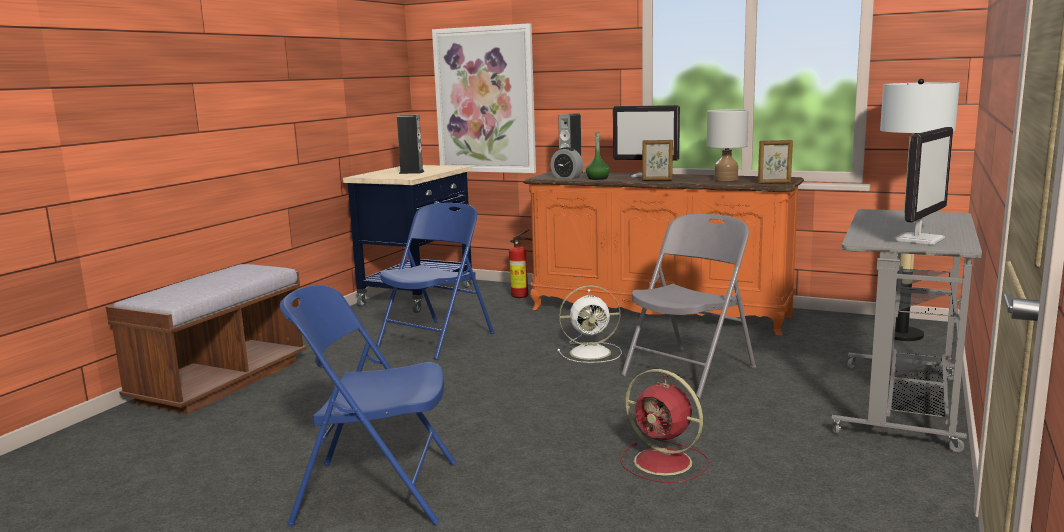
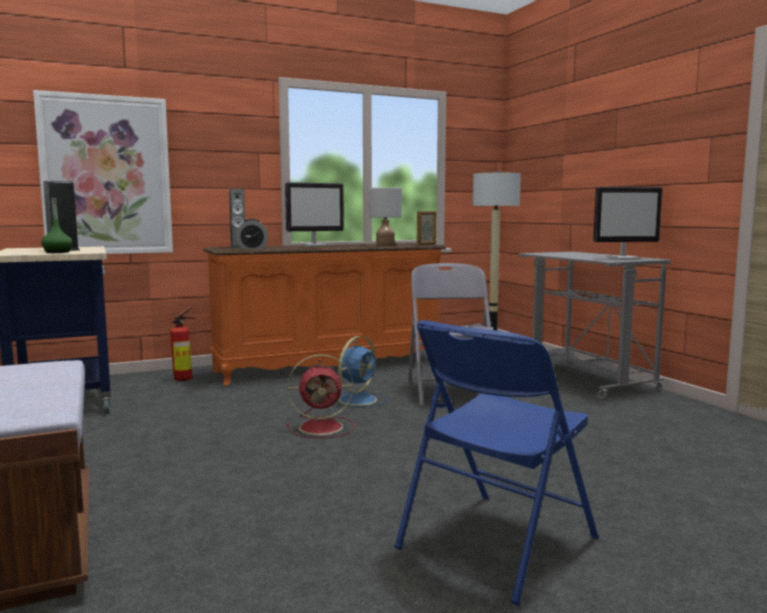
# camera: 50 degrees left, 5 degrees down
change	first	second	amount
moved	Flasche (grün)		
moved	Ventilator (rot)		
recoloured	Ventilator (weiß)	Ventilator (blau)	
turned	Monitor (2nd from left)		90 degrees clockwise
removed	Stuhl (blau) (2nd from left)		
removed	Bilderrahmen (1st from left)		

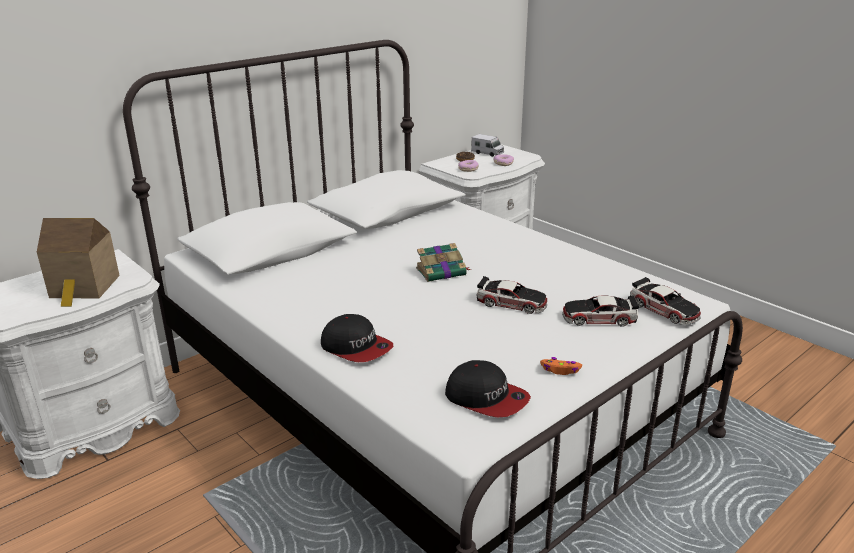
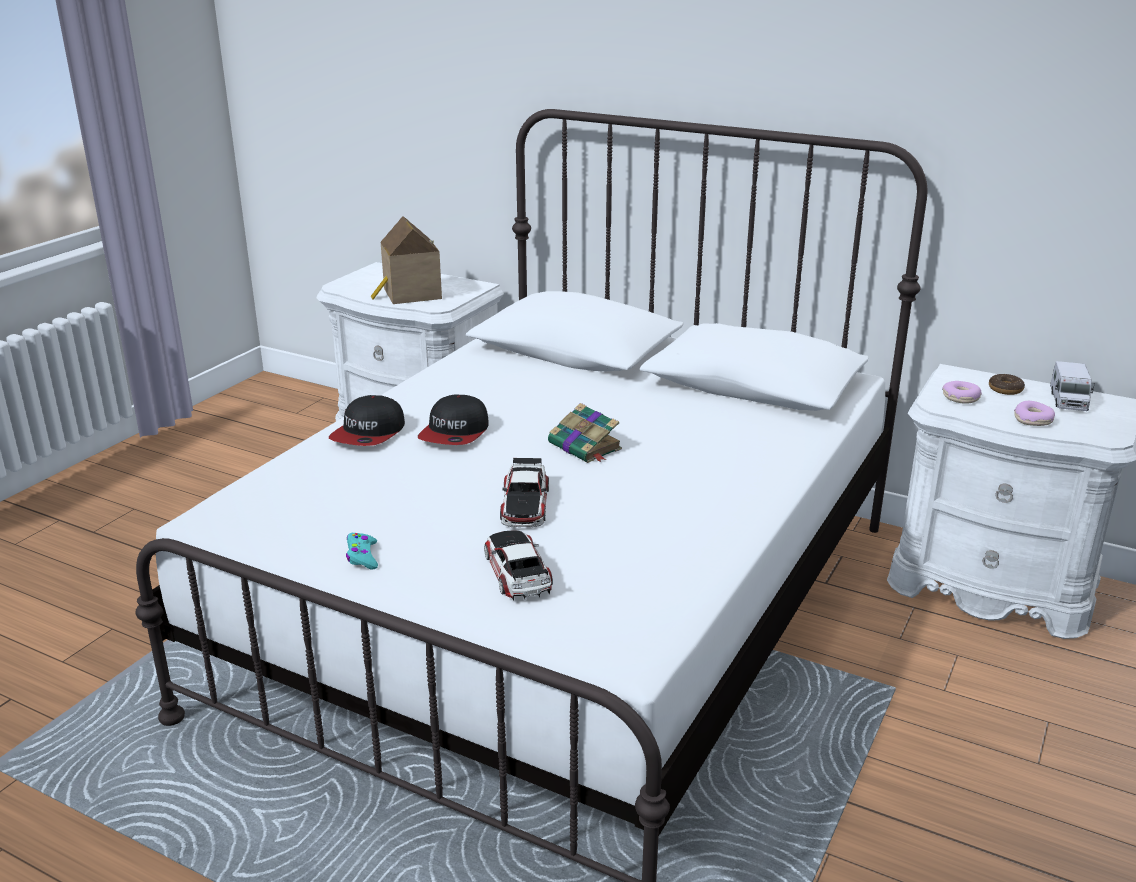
# camera: 70 degrees right, 0 degrees up
change	first	second	amount
recoloured	Gamepad (orange)	Gamepad (türkis)	
moved	Kappe (2nd from left)		
removed	Spielzeugauto (3rd from left)		

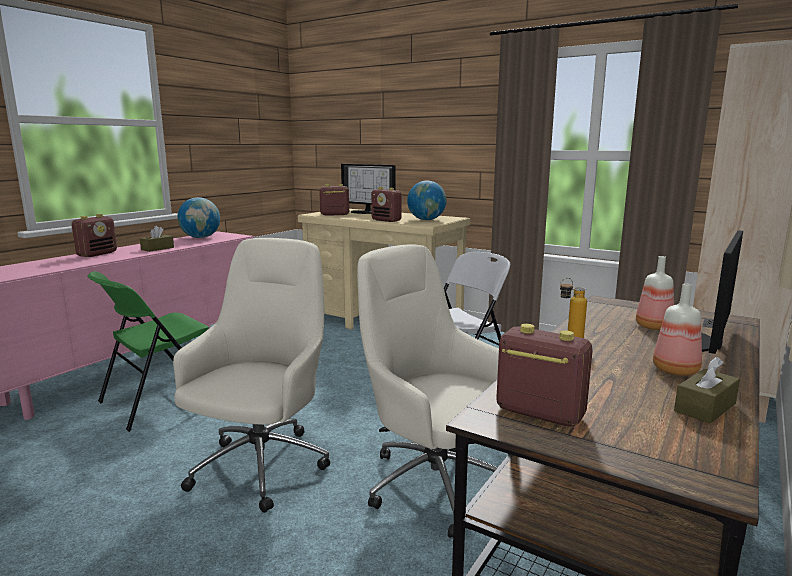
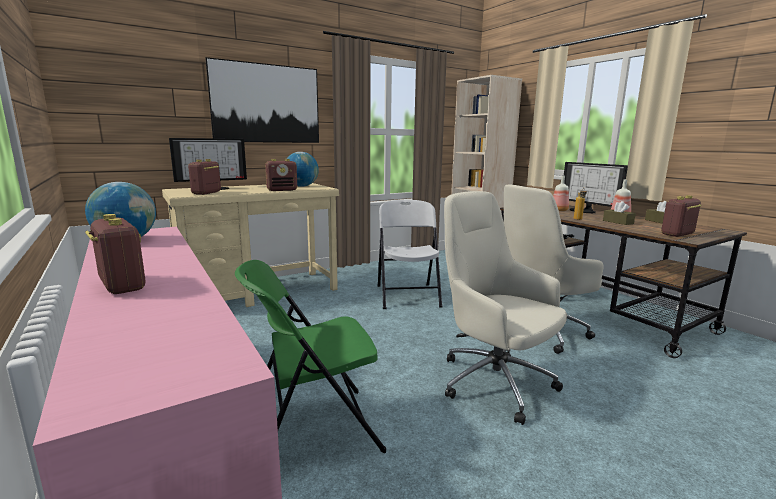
# camera: 65 degrees left, 0 degrees up
change	first	second	amount
added		Bild	
turned	Stuhl (grün)		90 degrees clockwise
moved	Taschentuchbox (braun) (1st from left)		

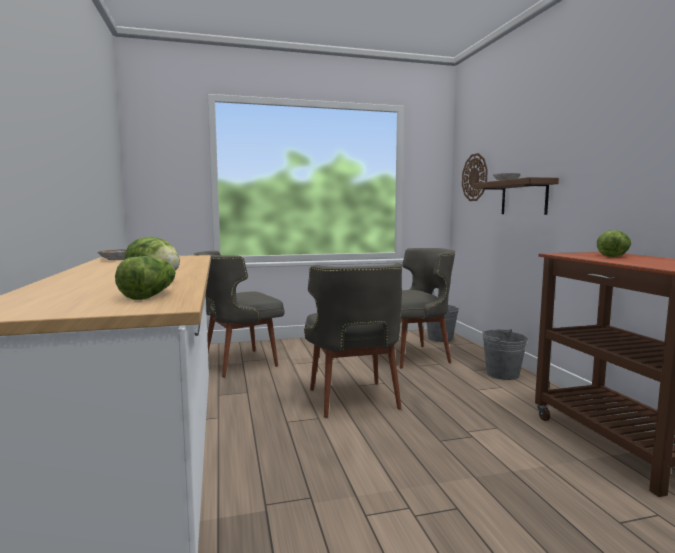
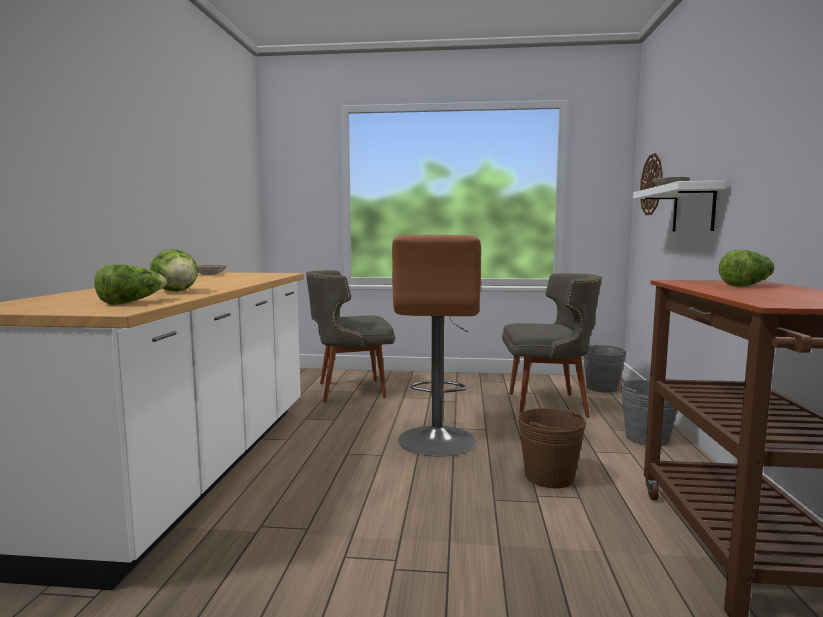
# camera: 20 degrees right, 0 degrees up
change	first	second	amount
replaced	Stuhl (grau) (2nd from left)	Hocker (braun)	
added		Eimer (braun)	
recoloured	Wandregal (braun)	Wandregal (weiß)	

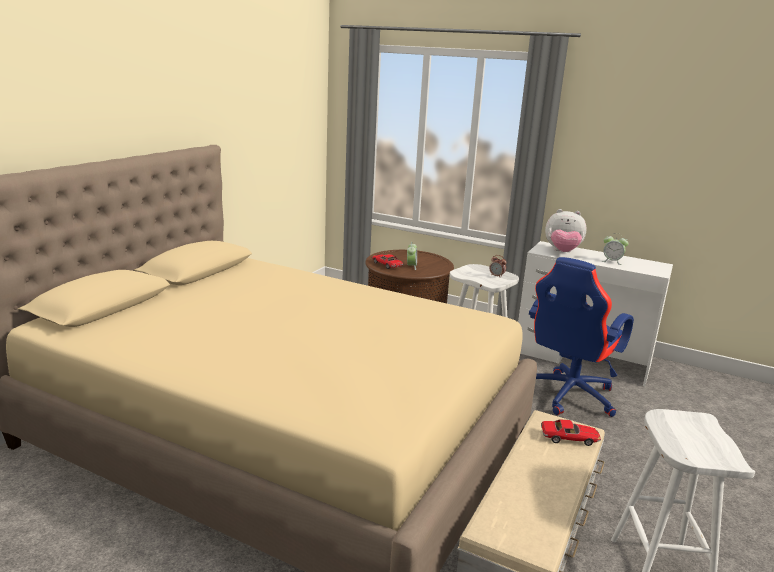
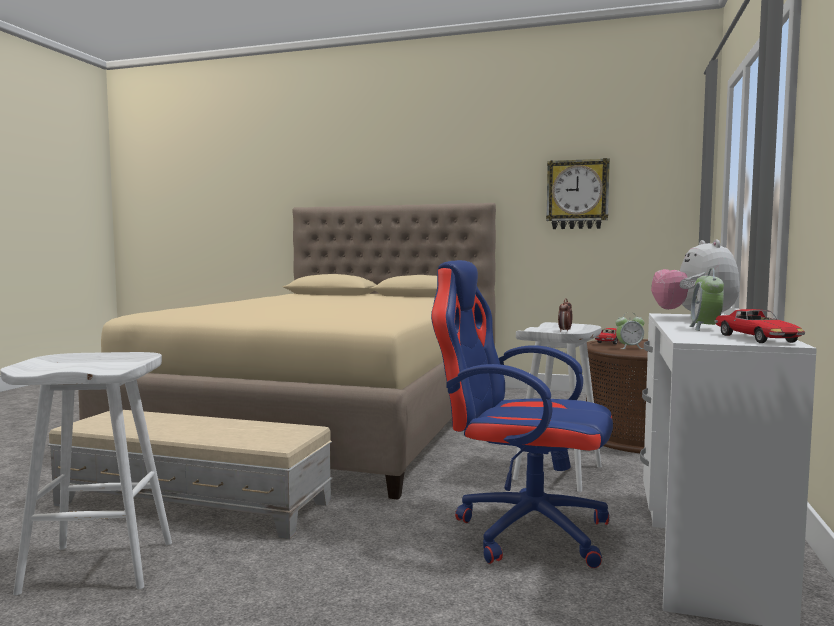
# camera: 80 degrees right, 15 degrees down
change	first	second	amount
added		Wanduhr	
moved	Spielzeugauto (2nd from left)		

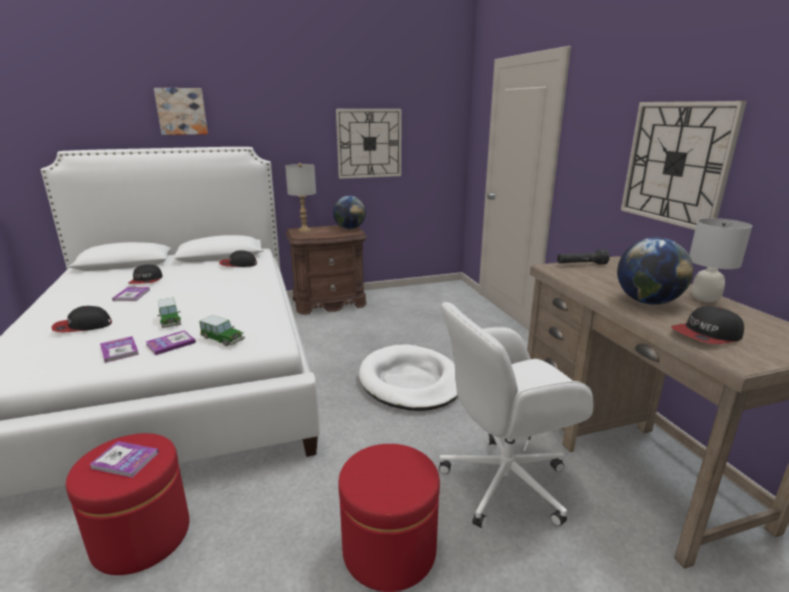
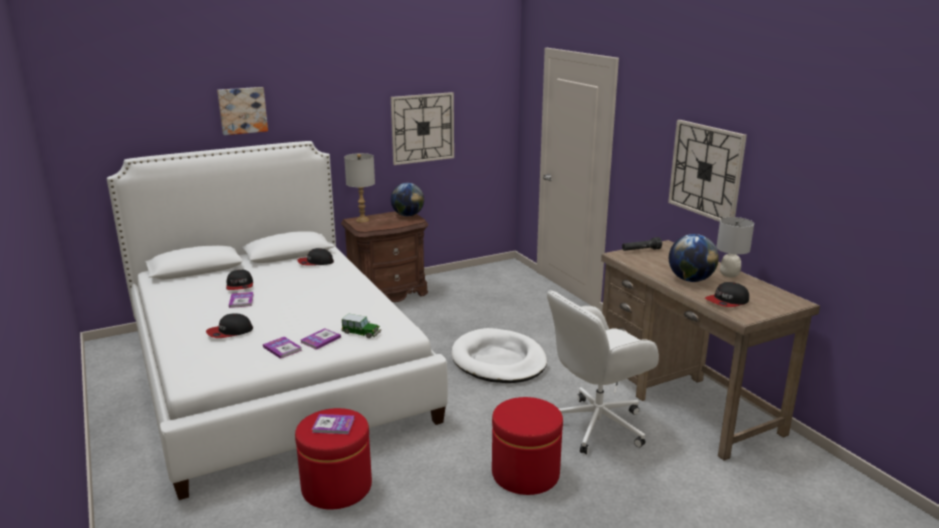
# camera: 10 degrees left, 0 degrees up
change	first	second	amount
removed	Spielzeugauto (1st from left)		

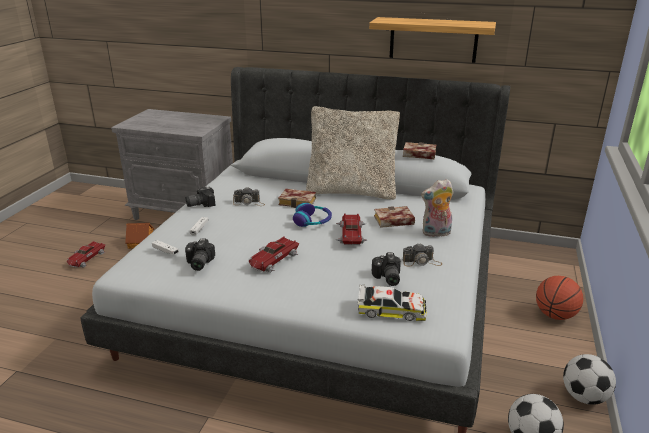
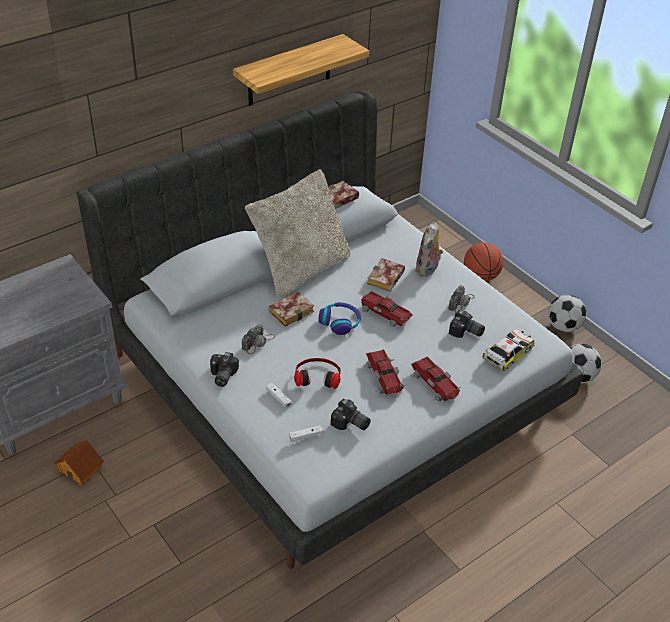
# camera: 55 degrees left, 15 degrees up
change	first	second	amount
added		Kopfhörer (1st from left)	
moved	Spielzeugauto (1st from left in the first image)	Spielzeugauto (3rd from left)	

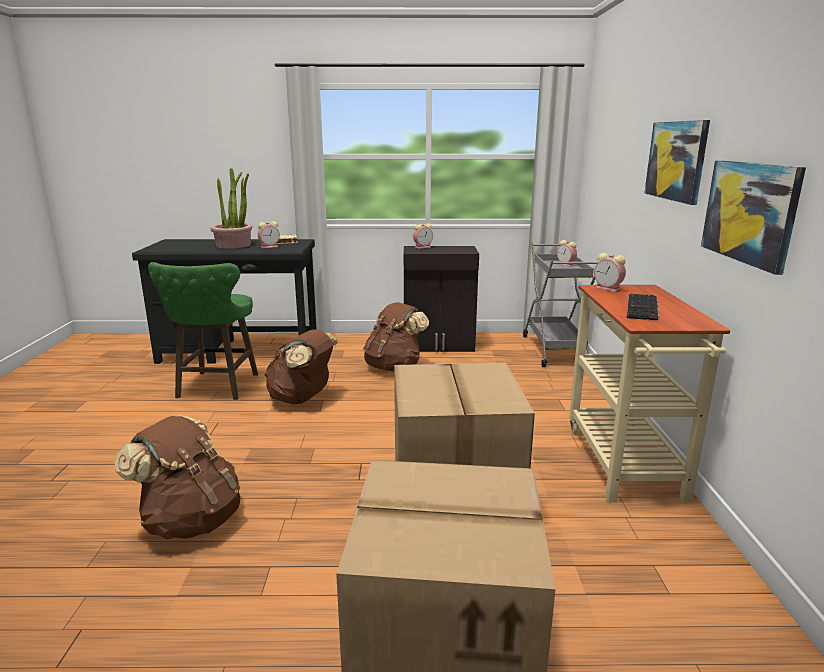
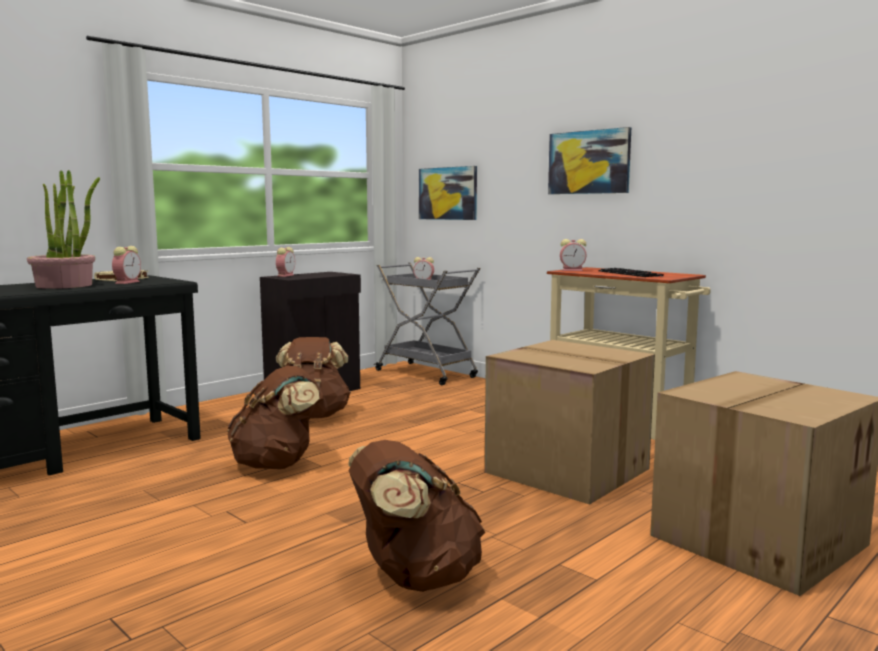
# camera: 45 degrees left, 10 degrees down
change	first	second	amount
moved	Bild (2nd from left in the first image)	Bild (1st from left)	
removed	Hocker (grün)		

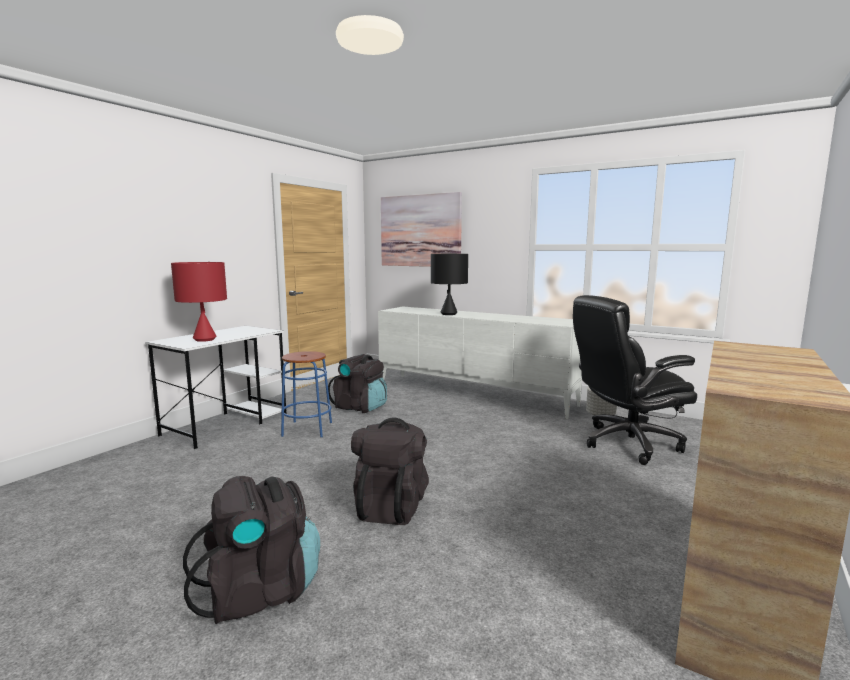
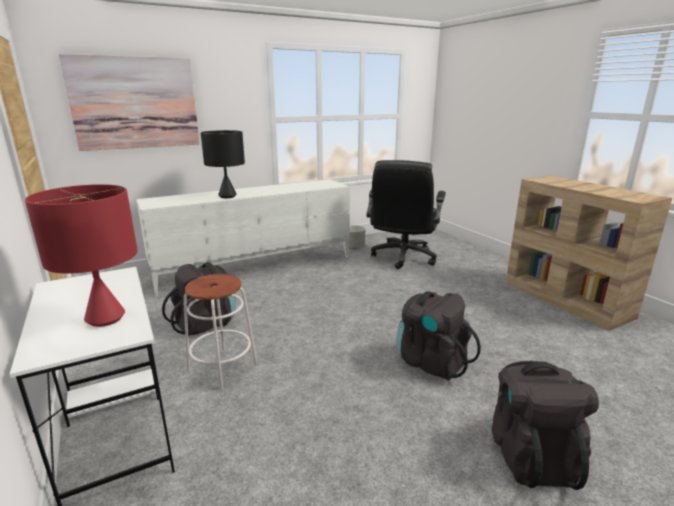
# camera: 60 degrees left, 10 degrees up
change	first	second	amount
recoloured	Hocker (blau)	Hocker (weiß)	

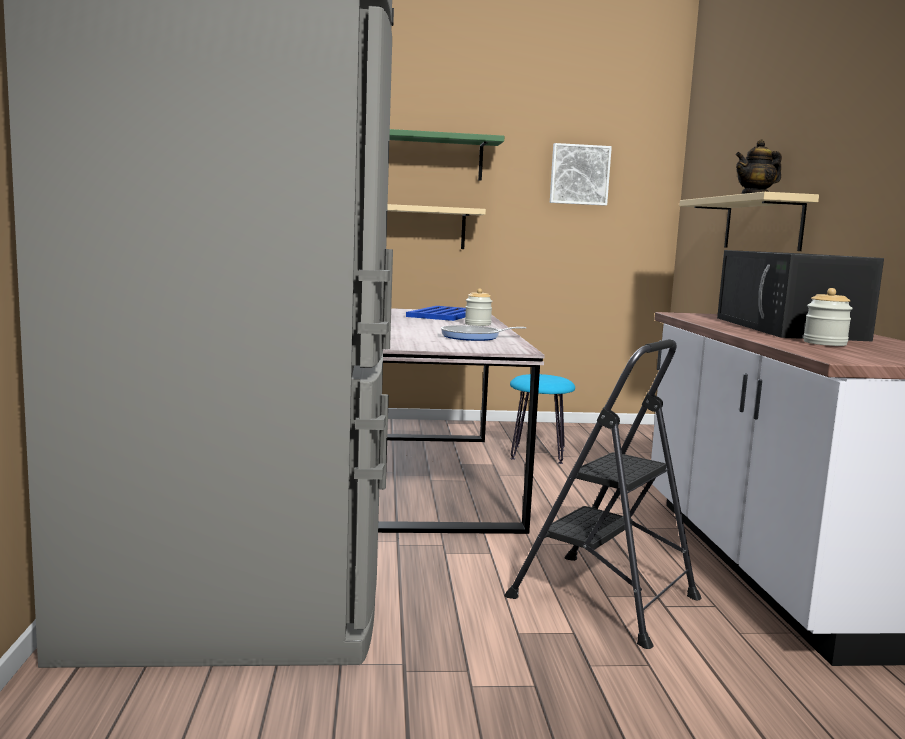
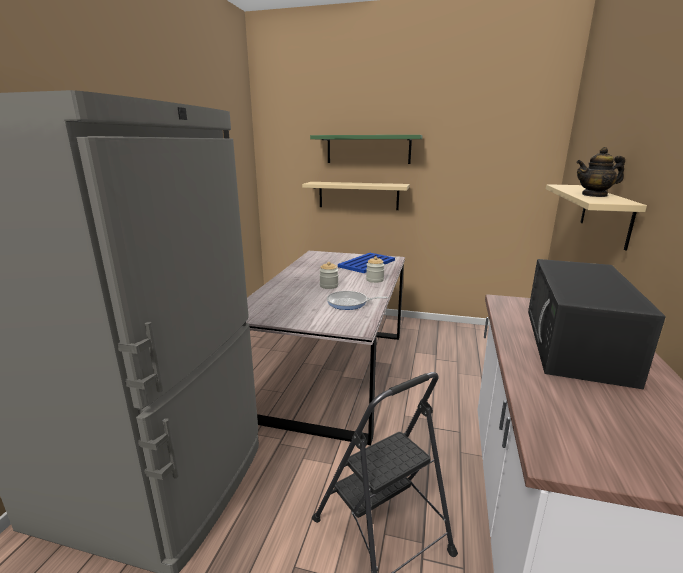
# camera: 20 degrees right, 10 degrees up
change	first	second	amount
moved	Vorratsglas (2nd from left in the first image)	Vorratsglas (1st from left)	
removed	Hocker (türkis)		
removed	Bild		

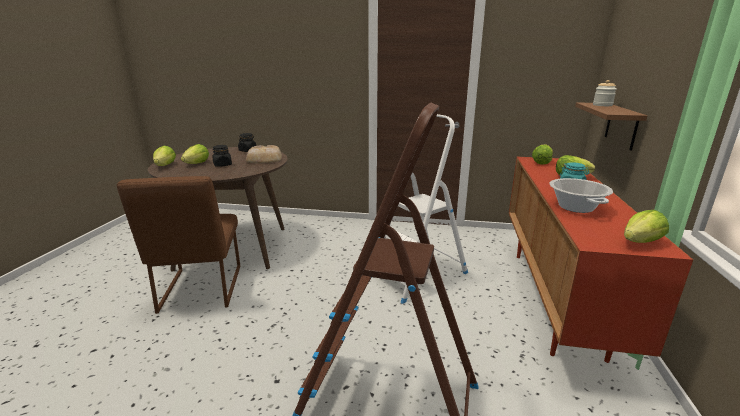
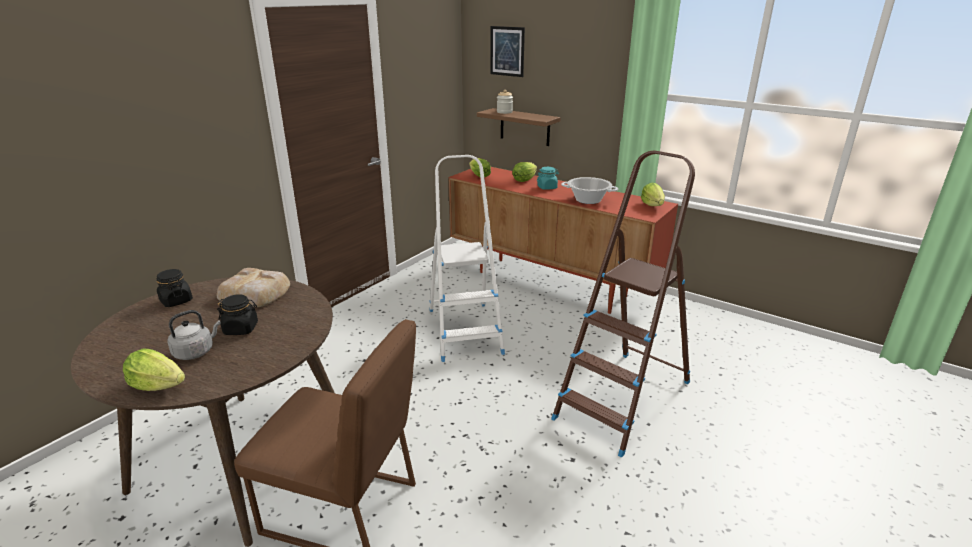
# camera: 65 degrees left, 5 degrees up
change	first	second	amount
replaced	Salatkopf (2nd from left)	Wasserkessel (grau)	
added		Bild	

